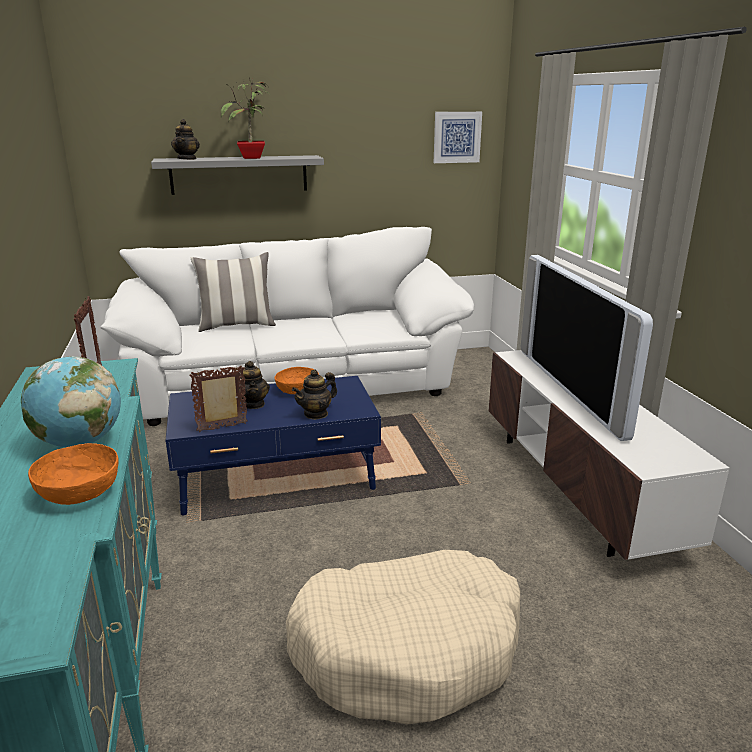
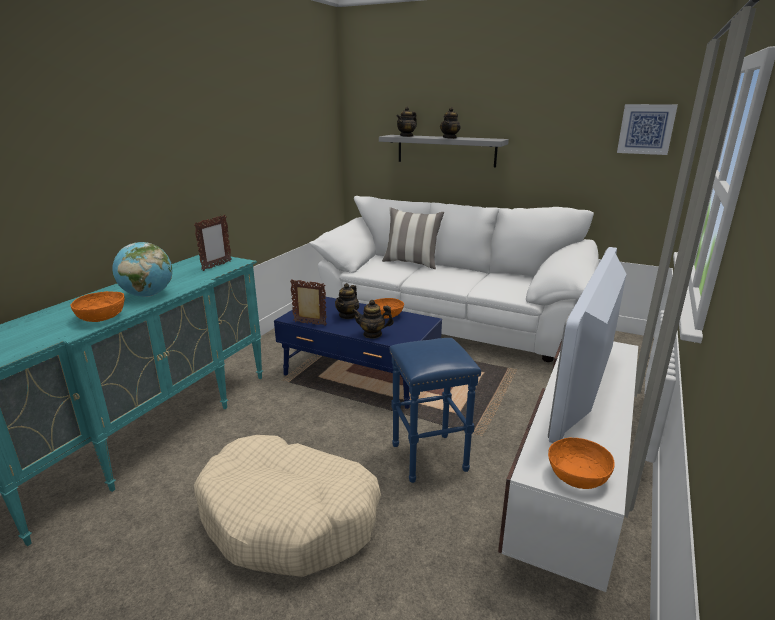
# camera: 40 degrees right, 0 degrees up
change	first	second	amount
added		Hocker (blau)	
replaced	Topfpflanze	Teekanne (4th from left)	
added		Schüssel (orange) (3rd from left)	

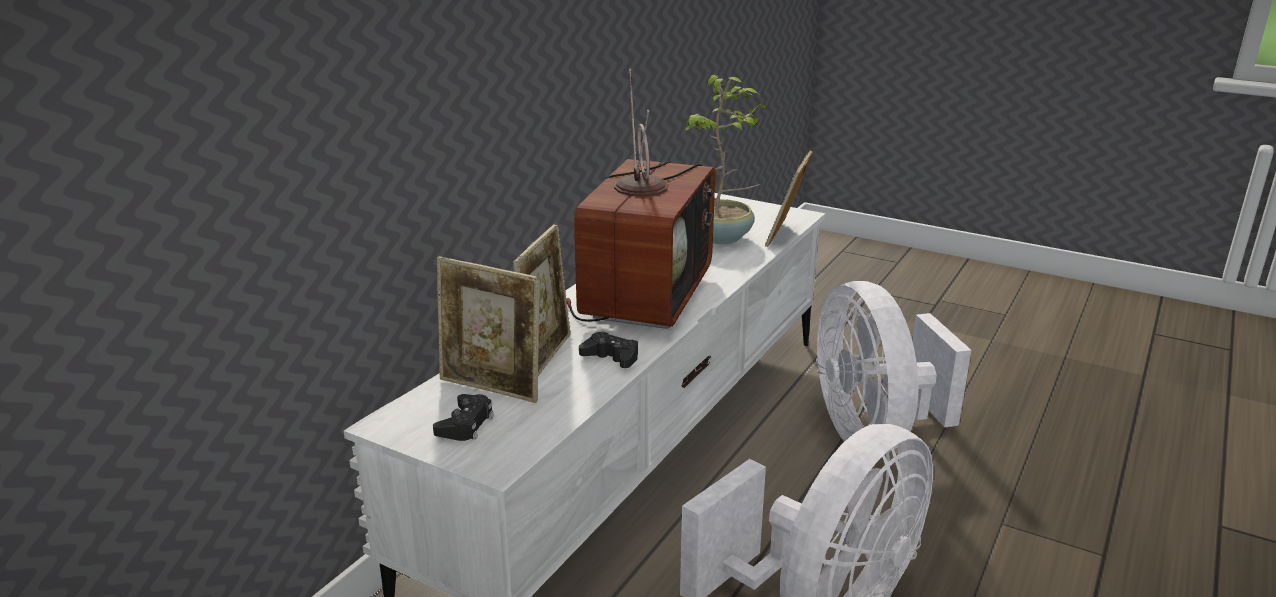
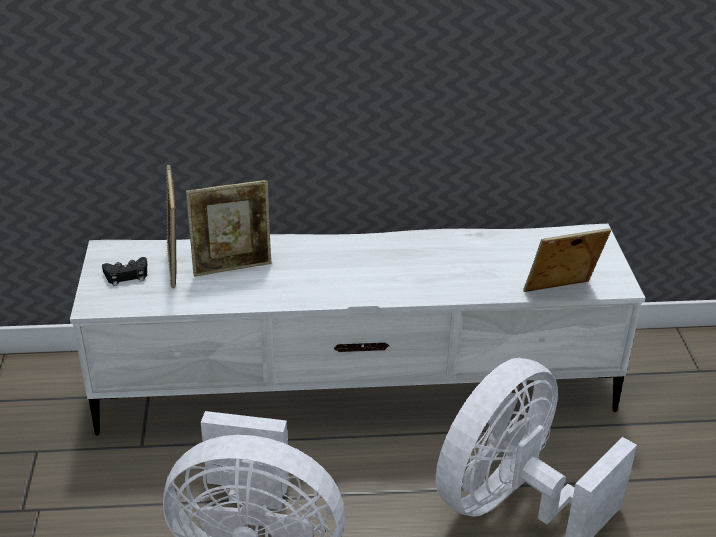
# camera: 55 degrees right, 10 degrees up
change	first	second	amount
removed	Fernseher		
removed	Gamepad (schwarz) (2nd from left)		
removed	Topfpflanze		

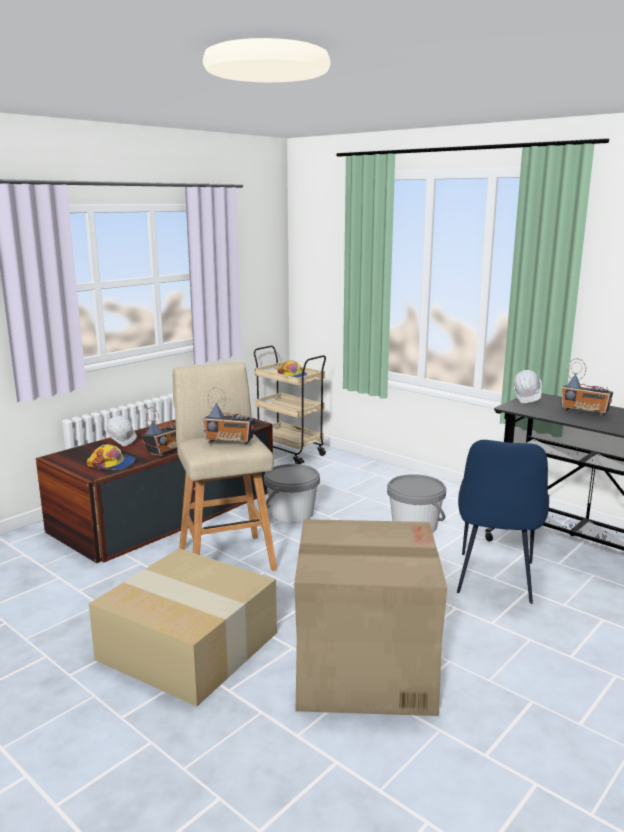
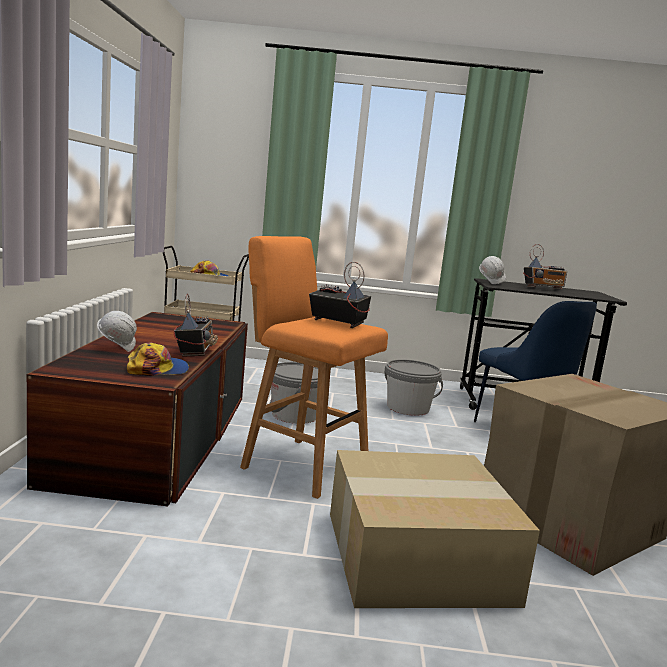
# camera: 40 degrees left, 5 degrees down
change	first	second	amount
recoloured	Hocker (beige)	Hocker (orange)	
turned	Radio (2nd from left)		120 degrees counterclockwise

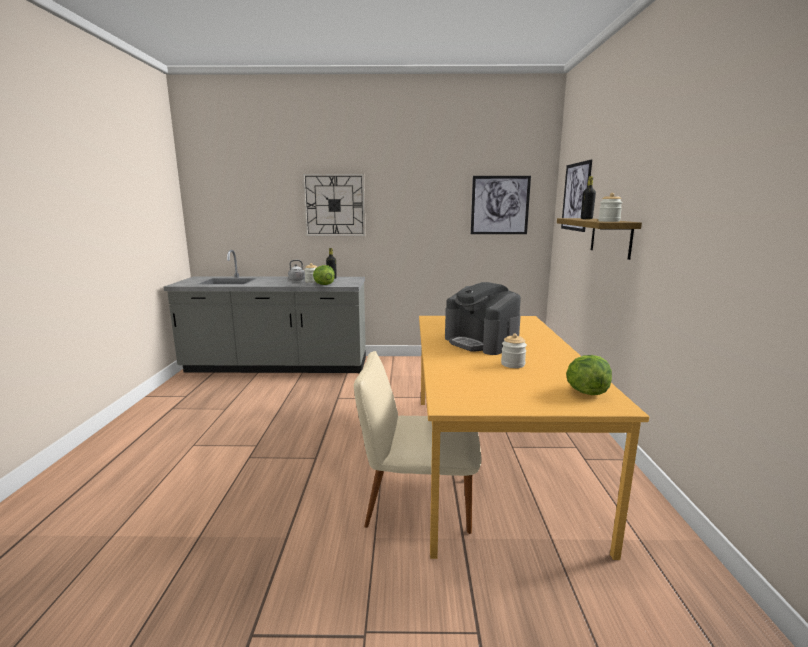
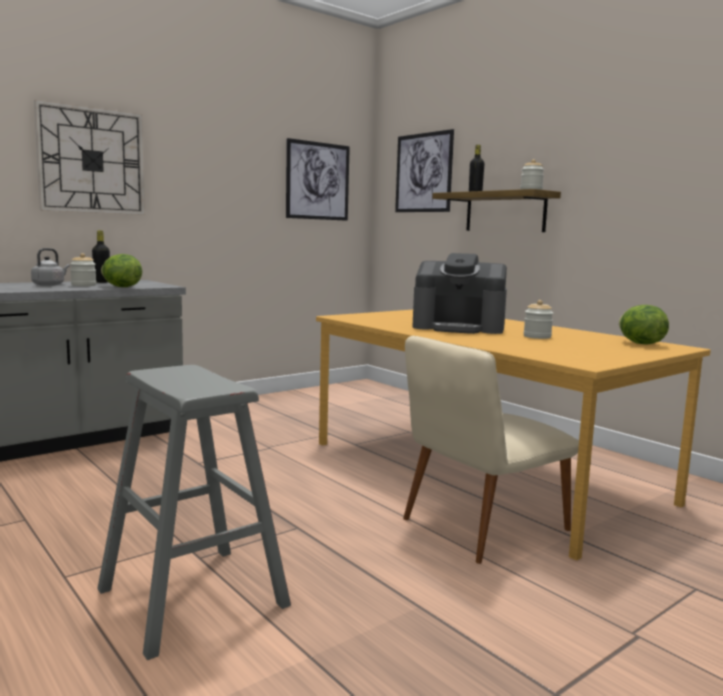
# camera: 40 degrees left, 5 degrees down
change	first	second	amount
added		Hocker (grau)	

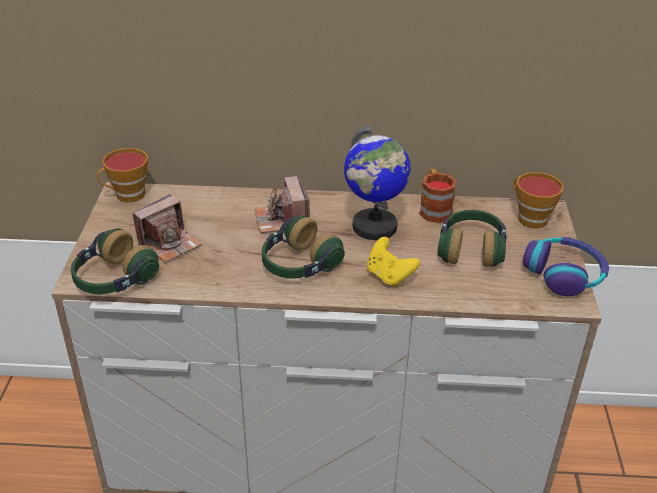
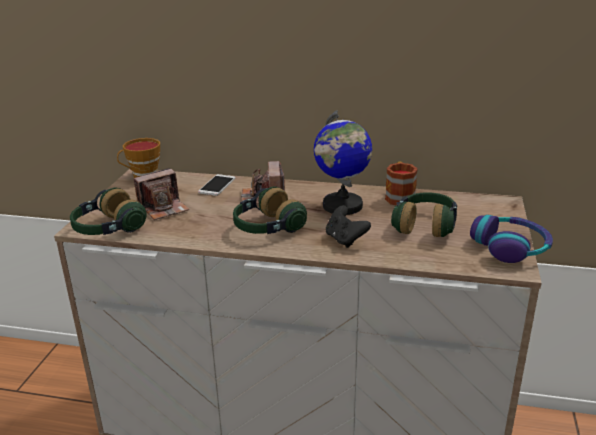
# camera: 10 degrees right, 10 degrees down
change	first	second	amount
added		Handy	
recoloured	Gamepad (gelb)	Gamepad (schwarz)	
removed	Tasse (2nd from left)		

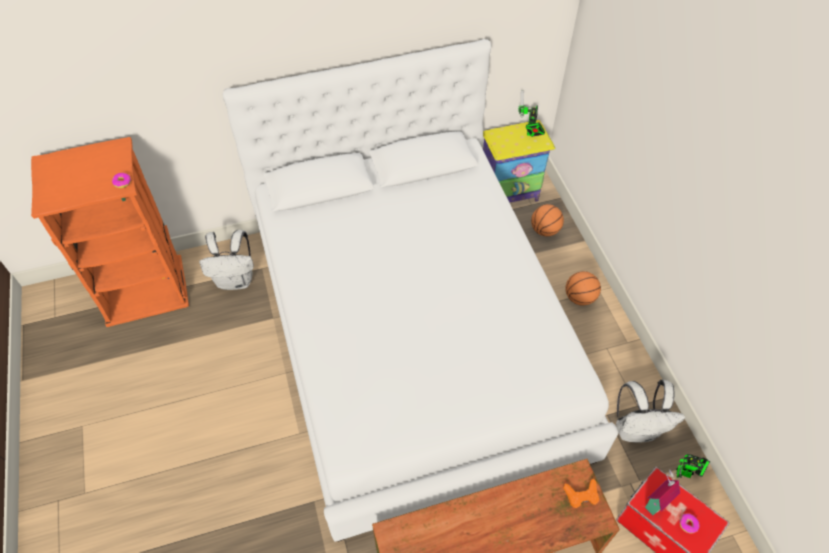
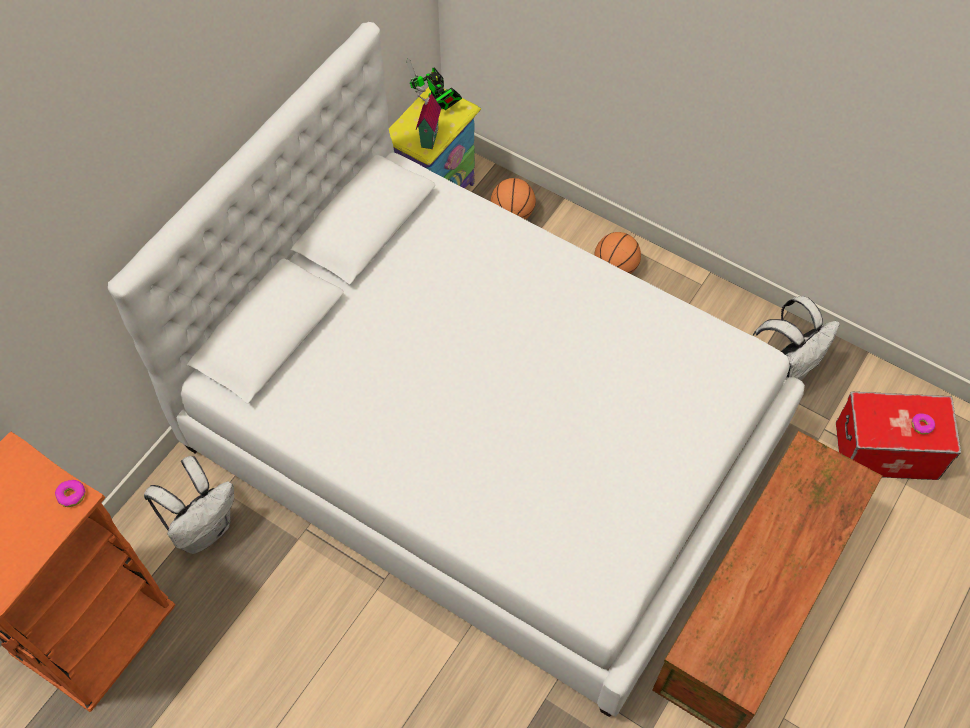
# camera: 40 degrees left, 5 degrees up
change	first	second	amount
moved	Spielzeughaus		
removed	Gamepad (orange)		
removed	Spielzeugroboter (2nd from left)		

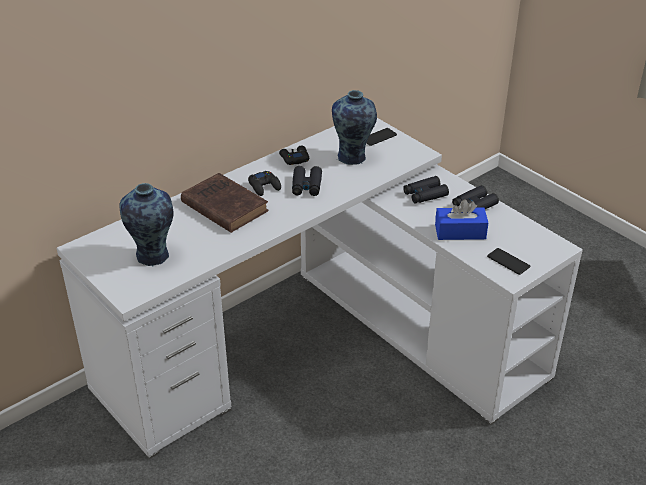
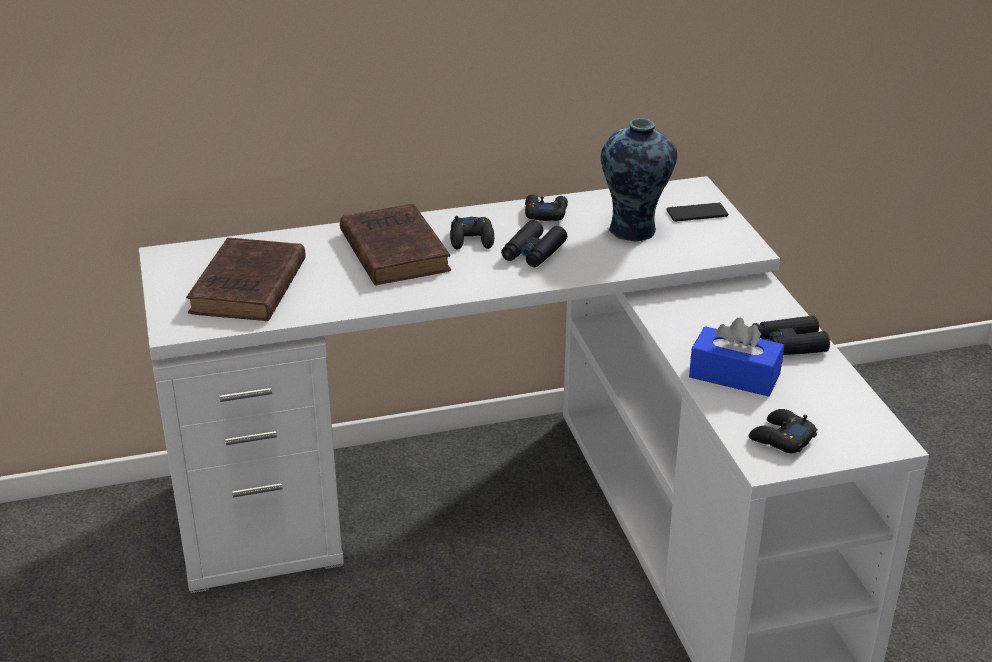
# camera: 25 degrees right, 5 degrees down
change	first	second	amount
replaced	Vase (1st from left)	Buch (braun) (1st from left)	
replaced	Handy (2nd from left)	Gamepad (schwarz) (3rd from left)	
removed	Fernglas (schwarz) (2nd from left)		

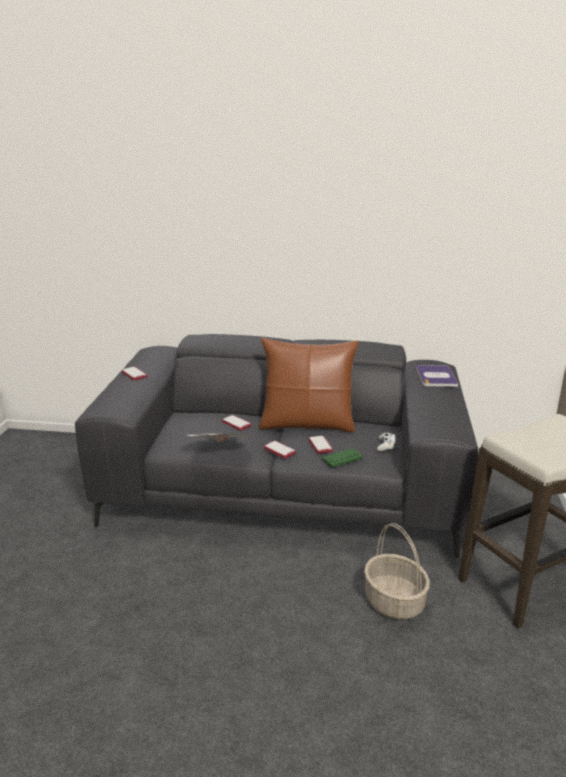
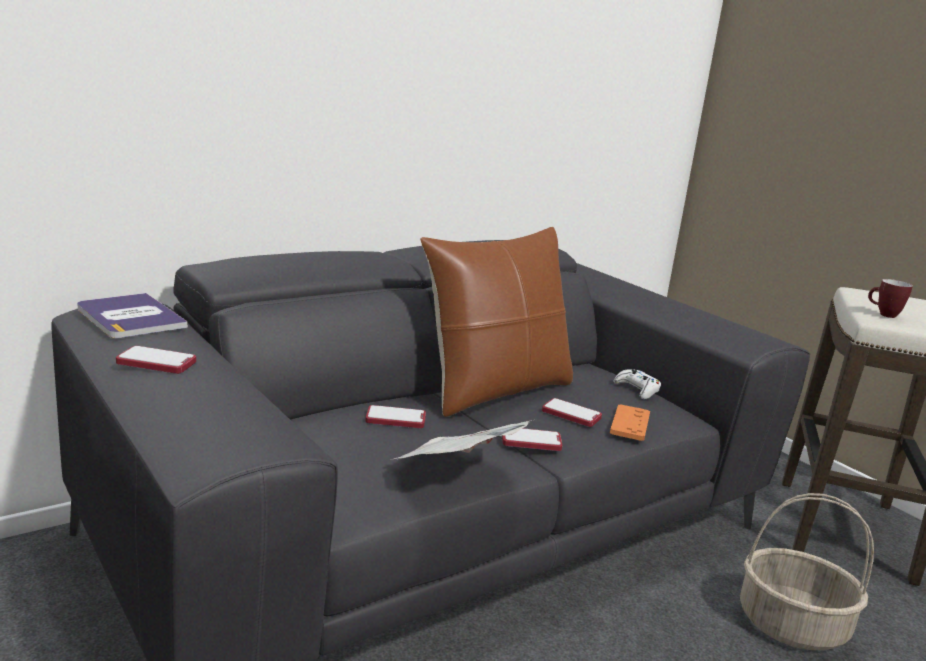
# camera: 45 degrees left, 5 degrees down
change	first	second	amount
moved	Buch		
recoloured	Gamepad (grün)	Gamepad (orange)	
added		Henkelbecher	

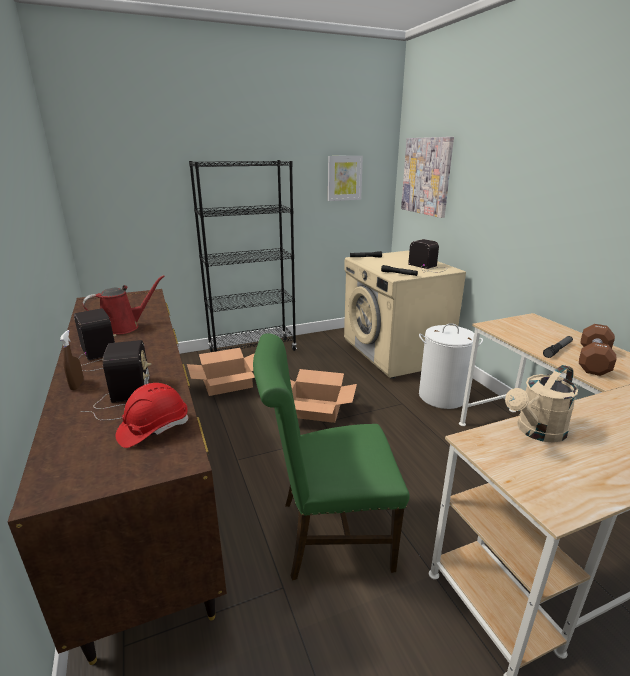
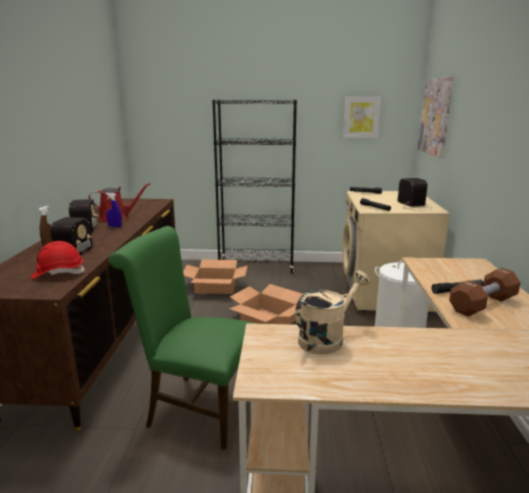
# camera: 25 degrees right, 5 degrees down
change	first	second	amount
added		Sprühflasche (blau)	
turned	Gießkanne (beige)		150 degrees clockwise

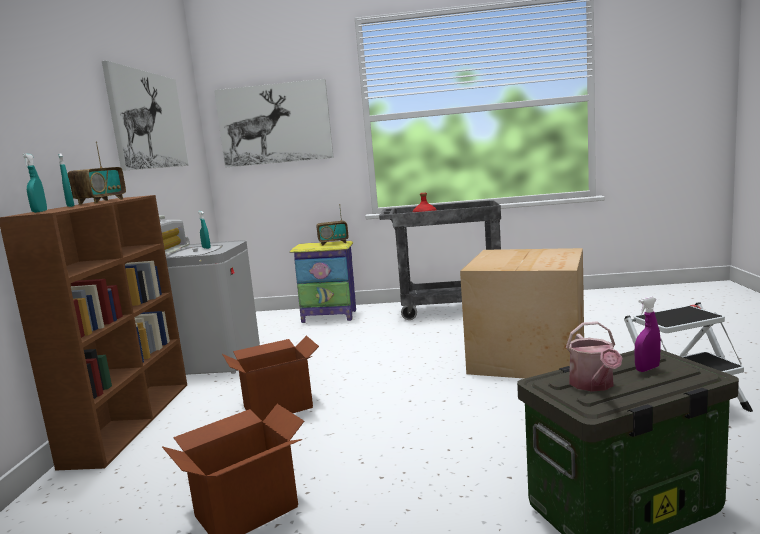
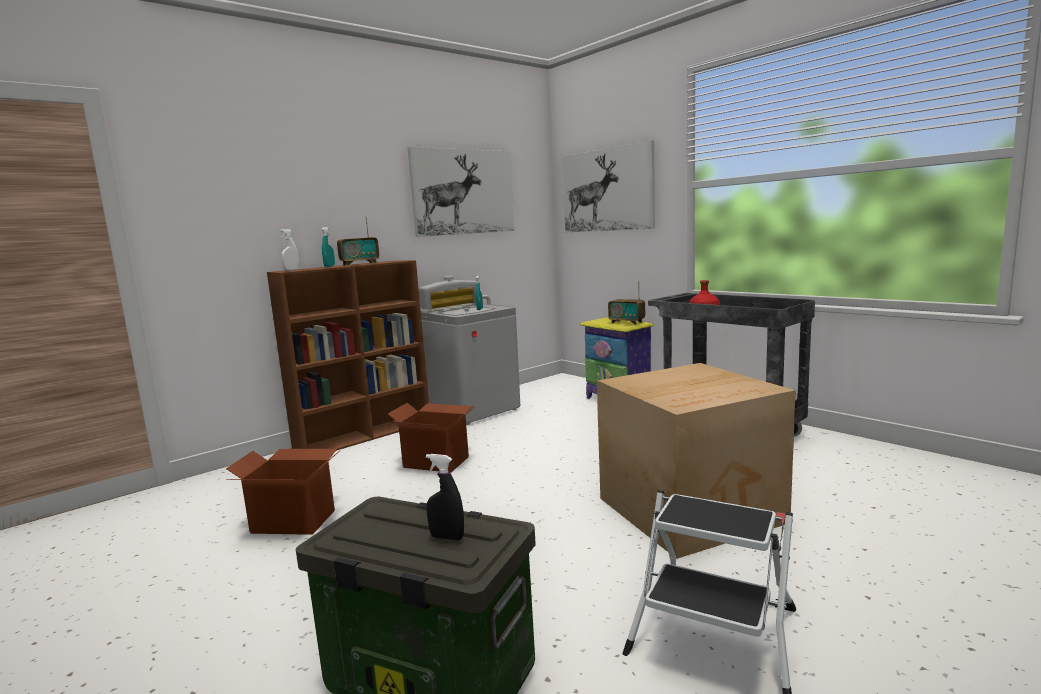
# camera: 45 degrees right, 0 degrees up
change	first	second	amount
recoloured	Sprühflasche (türkis) (1st from left)	Sprühflasche (weiß)	
recoloured	Sprühflasche (lila)	Sprühflasche (schwarz)	
removed	Gießkanne		

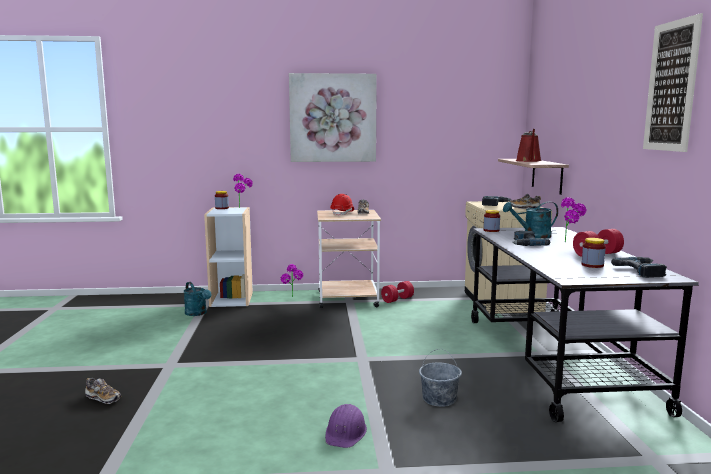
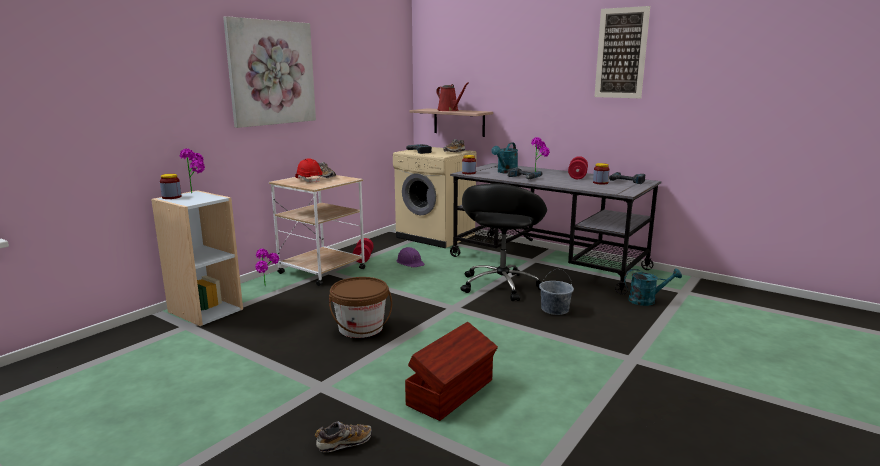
# camera: 50 degrees left, 5 degrees up
change	first	second	amount
added		Eimer (braun)	
moved	Schutzhelm (lila)		
added		Aufbewahrungsbox (braun)	
added		Bürostuhl (schwarz)	
moved	Gießkanne (türkis) (1st from left in the first image)	Gießkanne (türkis) (2nd from left)	

